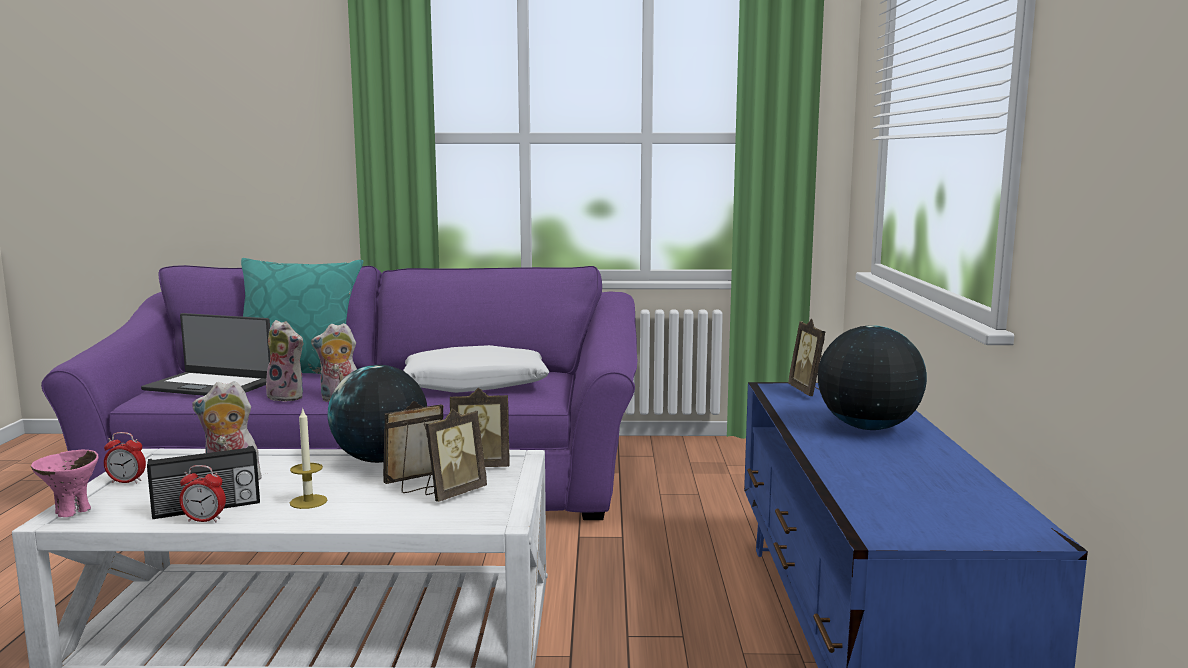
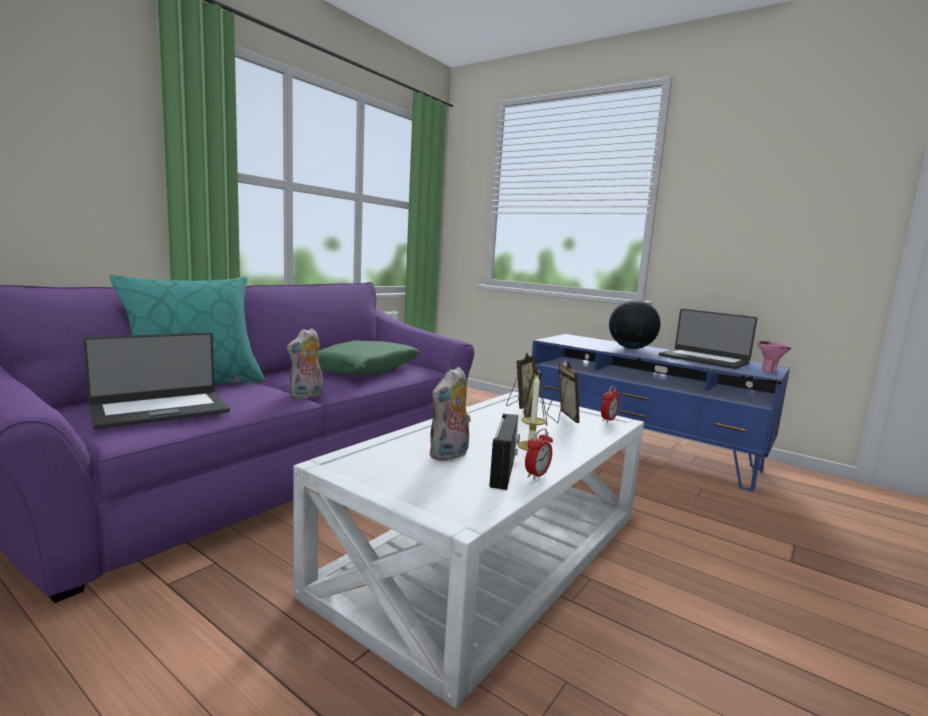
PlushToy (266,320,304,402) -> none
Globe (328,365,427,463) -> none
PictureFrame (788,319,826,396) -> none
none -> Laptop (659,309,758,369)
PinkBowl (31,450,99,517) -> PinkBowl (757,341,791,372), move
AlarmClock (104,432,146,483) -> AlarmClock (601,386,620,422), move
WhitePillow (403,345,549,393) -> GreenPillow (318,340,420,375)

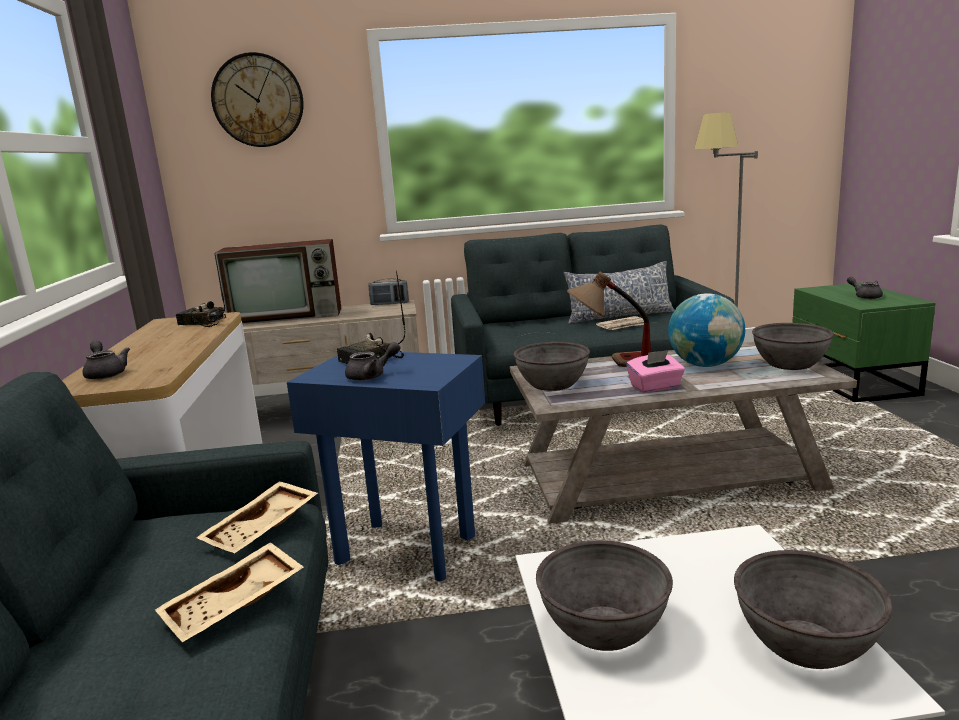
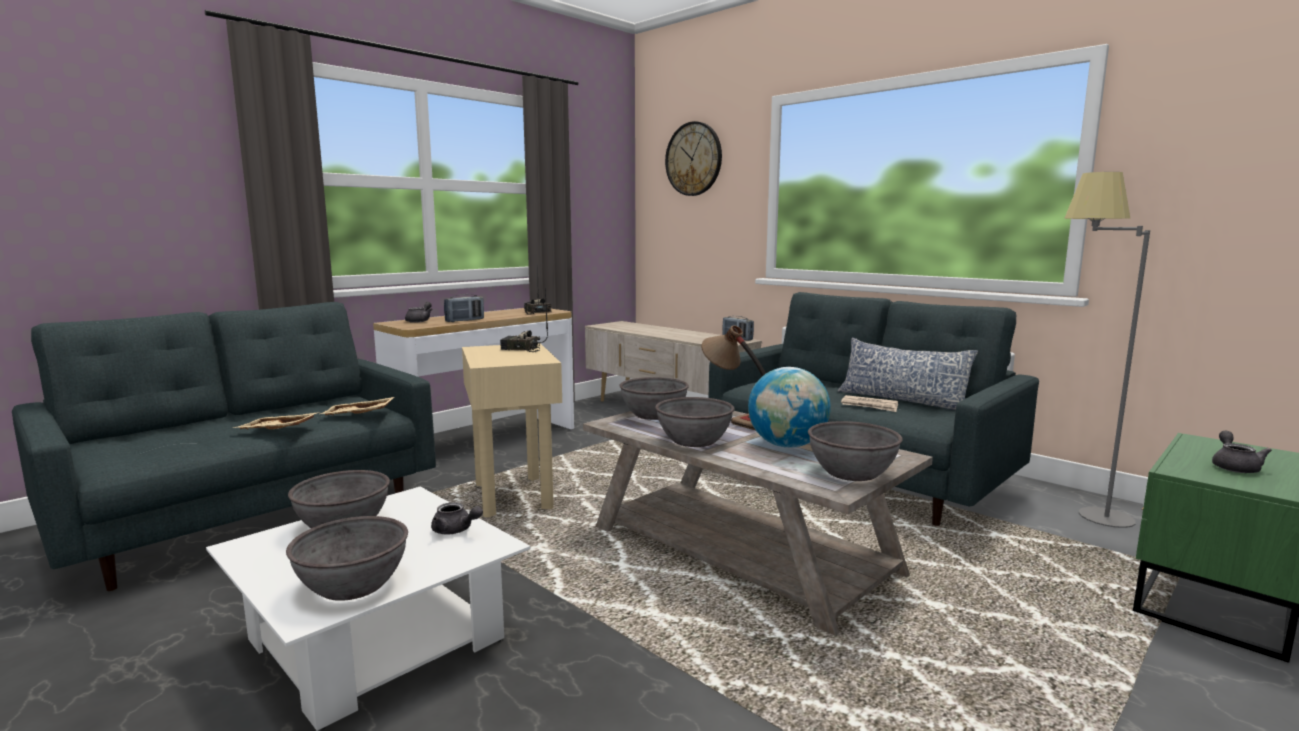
Television (215,239,341,325) -> none
none -> Radio (444,294,484,322)
GreyTeapot (345,342,400,381) -> GreyTeapot (431,502,483,535), move
PinkTissueBox (626,350,685,393) -> GreyBowl (655,397,734,447)
BlueSideTable (287,352,485,581) -> BeigeSideTable (462,343,562,517)

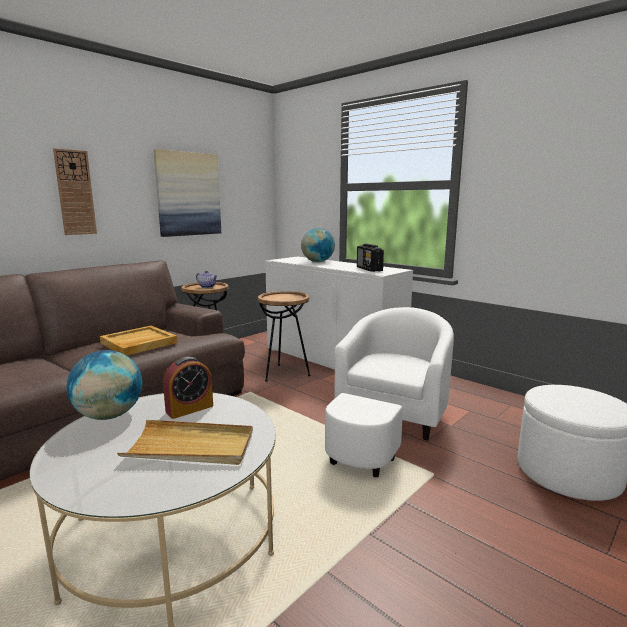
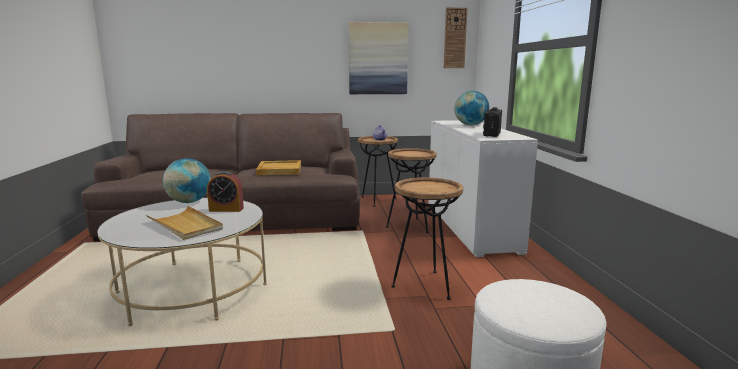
WallClock (53,148,97,235) -> WallClock (444,7,468,68), move
WhiteArmchair (325,307,454,477) -> BrownSideTable (391,177,463,300)

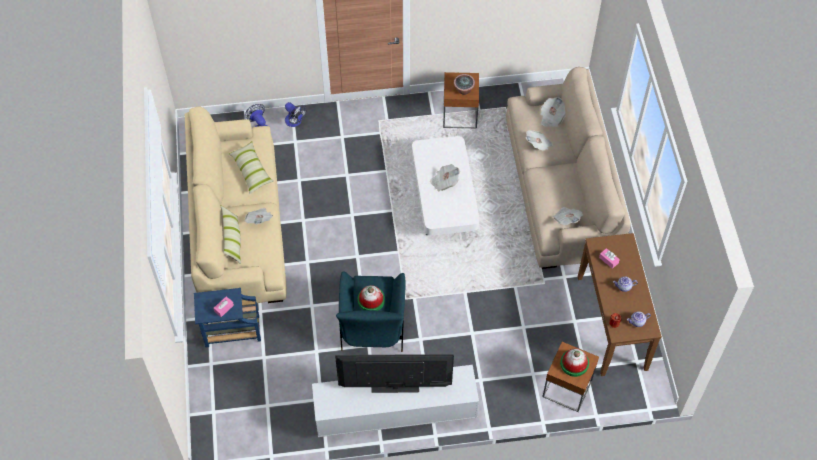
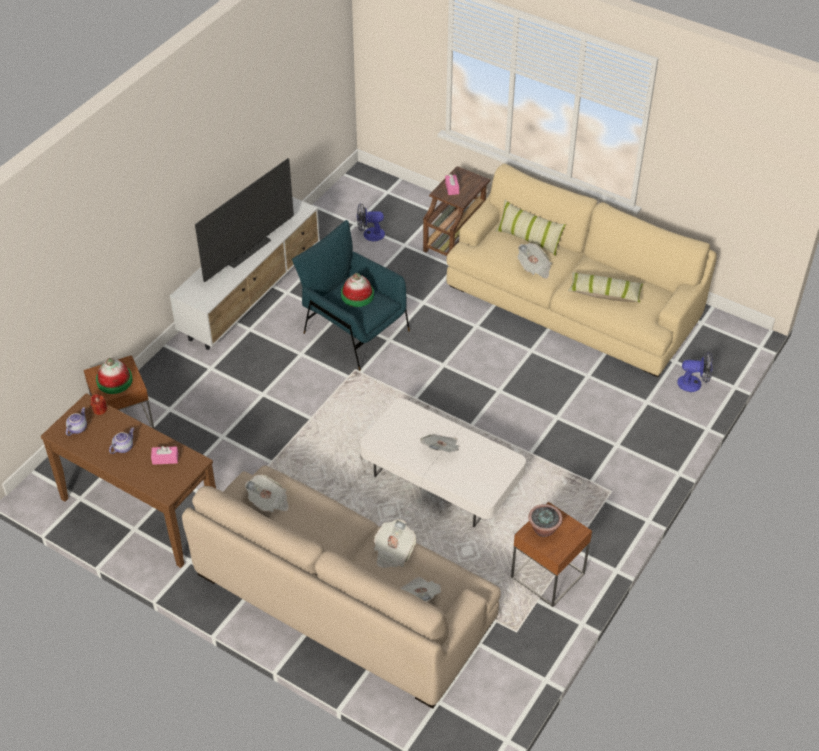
Fan (285,102,307,127) -> Fan (357,203,385,241), move
BlueSideTable (194,288,261,347) -> BrownSideTable (423,166,490,256)

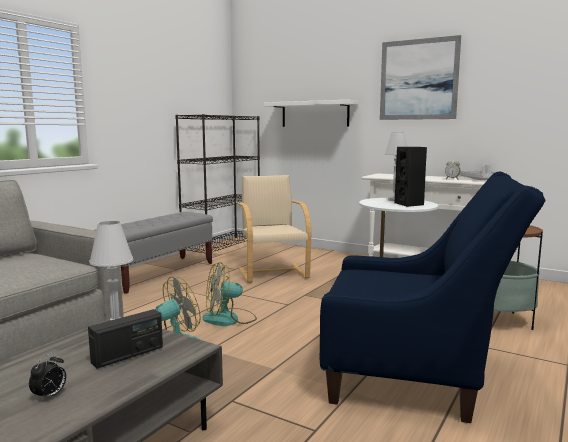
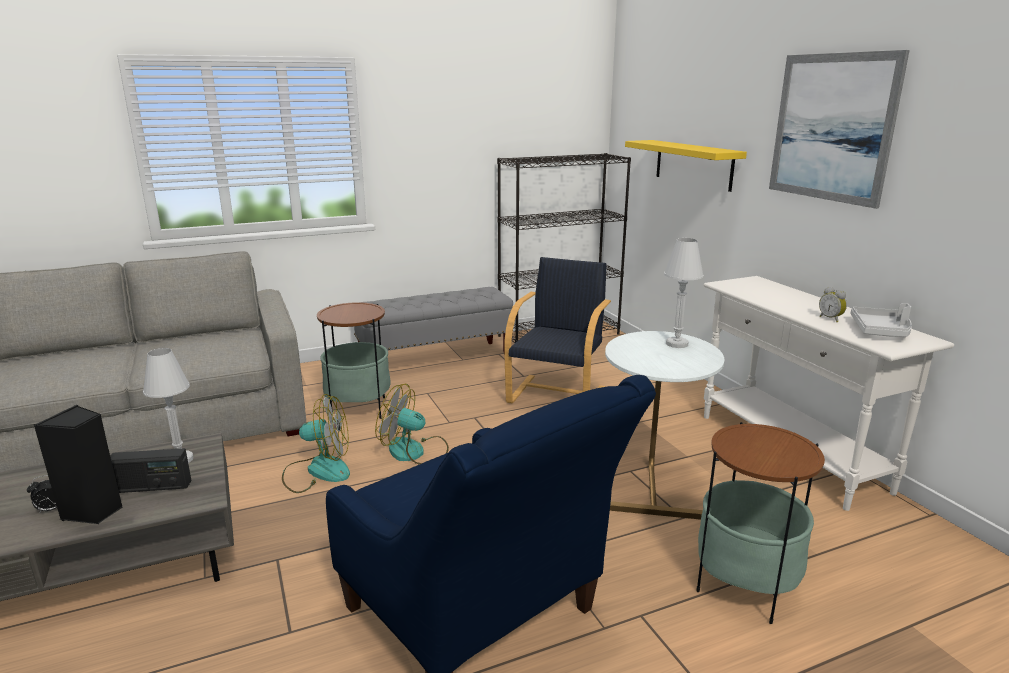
none -> SideTable (317,302,391,419)
BlackSpeaker (395,147,427,207) -> BlackSpeaker (34,405,123,524), move
BeigeArmchair (237,175,311,283) -> BlackArmchair (504,257,611,404)
WhiteShelf (264,100,358,127) -> YellowShelf (625,140,747,192)

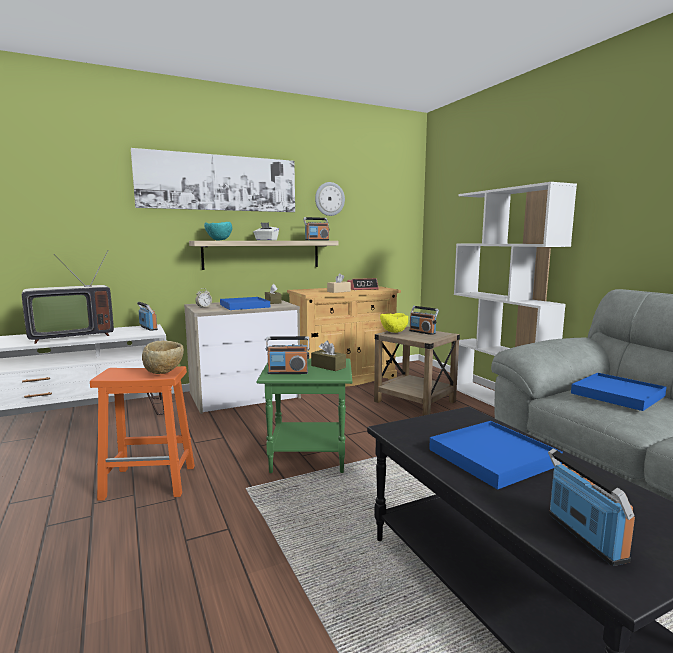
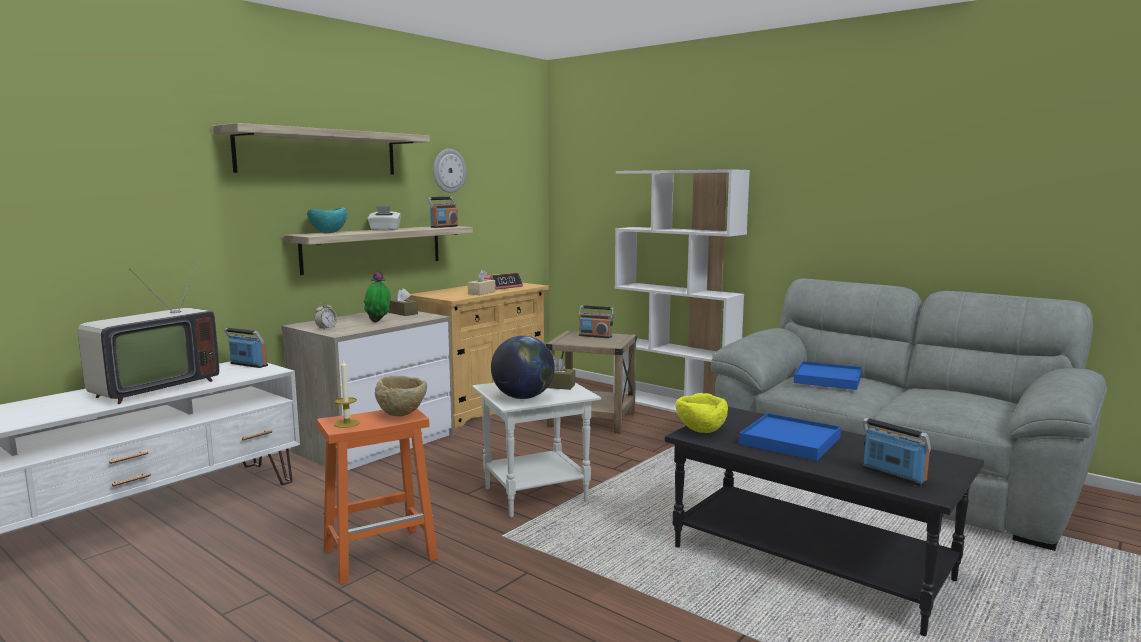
none -> Candle (334,359,360,428)
YellowBowl (380,313,408,333) -> YellowBowl (675,393,728,433), move
Picture (131,148,295,212) -> Shelf (213,123,430,175)
BlueTray (220,297,270,310) -> PottedPlant (364,271,390,322)
Radio (266,336,310,374) -> Globe (491,336,555,399)
GreenSideTable (256,359,352,473) -> WhiteSideTable (472,383,601,517)

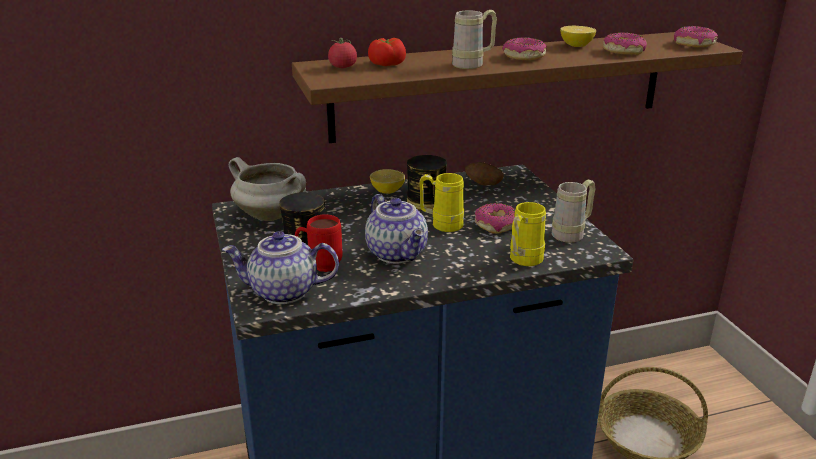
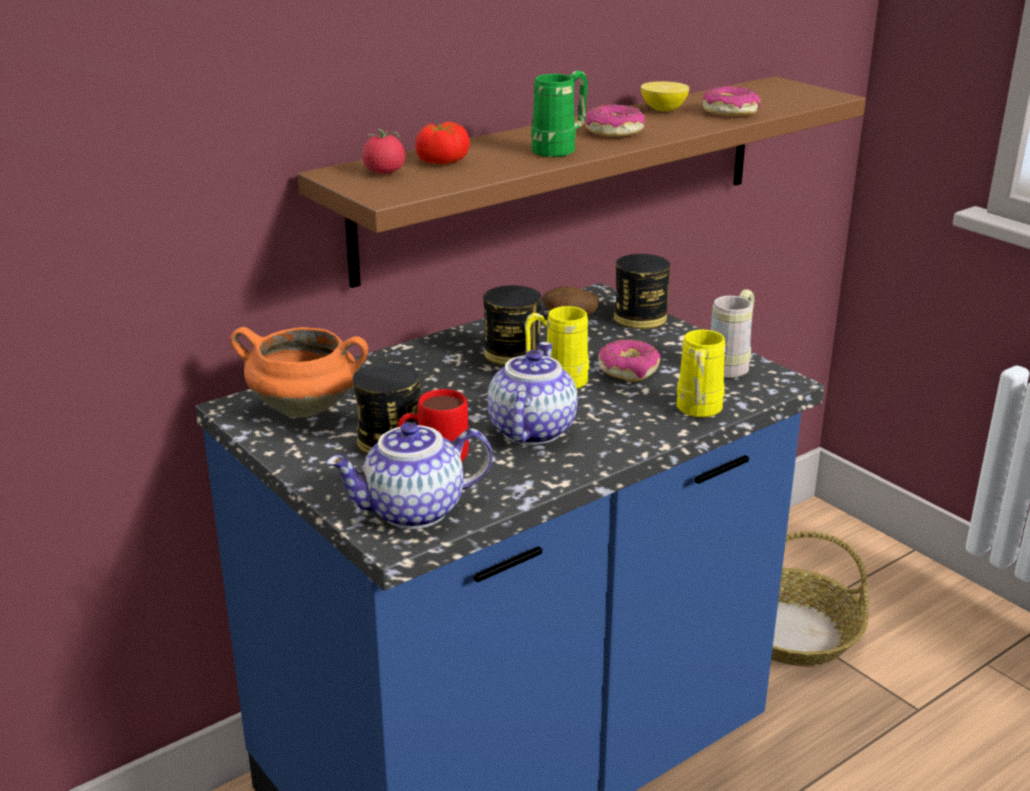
Lemon (370,169,405,194) -> none
Donut (674,26,718,47) -> none
none -> Can (614,254,670,329)
WhiteCookingPot (229,157,306,221) -> OrangeCookingPot (230,327,368,418)
BeigeMug (452,10,497,69) -> GreenMug (531,71,588,157)
Teapot (365,194,428,264) -> Teapot (487,342,578,445), 120 degrees counterclockwise

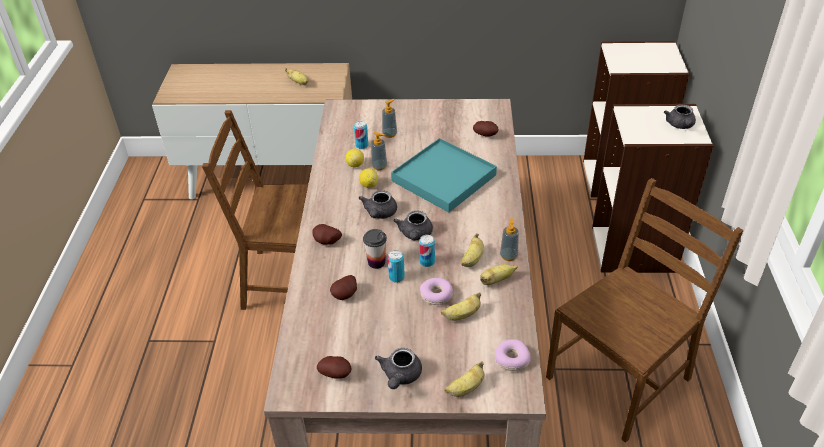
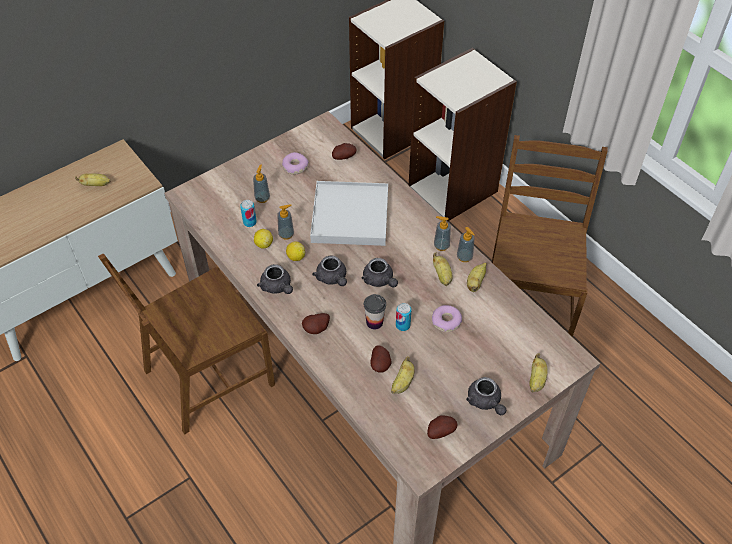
Can (419,235,435,267) -> none
none -> SoapDispenser (434,216,451,251)
Banana (441,292,481,321) -> Banana (391,356,415,394), move
Donut (495,339,531,371) -> Donut (282,152,309,174), move
GreyTeapot (664,104,696,129) -> GreyTeapot (257,264,293,294), move
TurquoiseTray (391,138,497,213) -> WhiteTray (310,181,388,246)

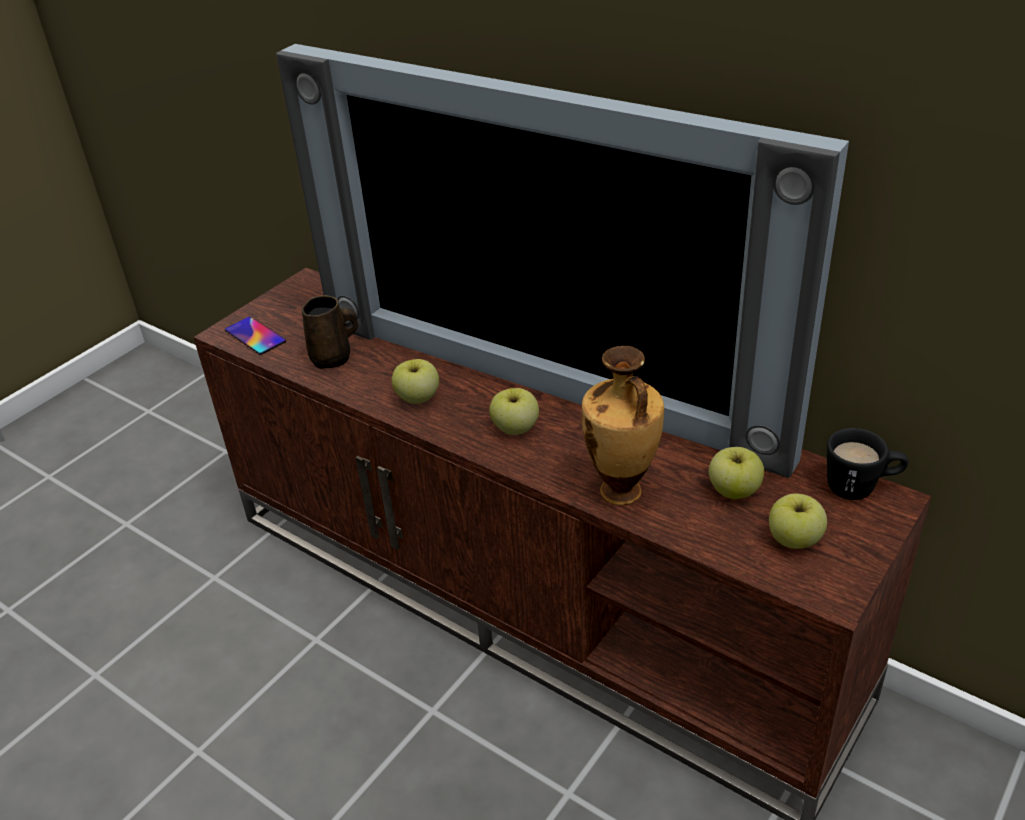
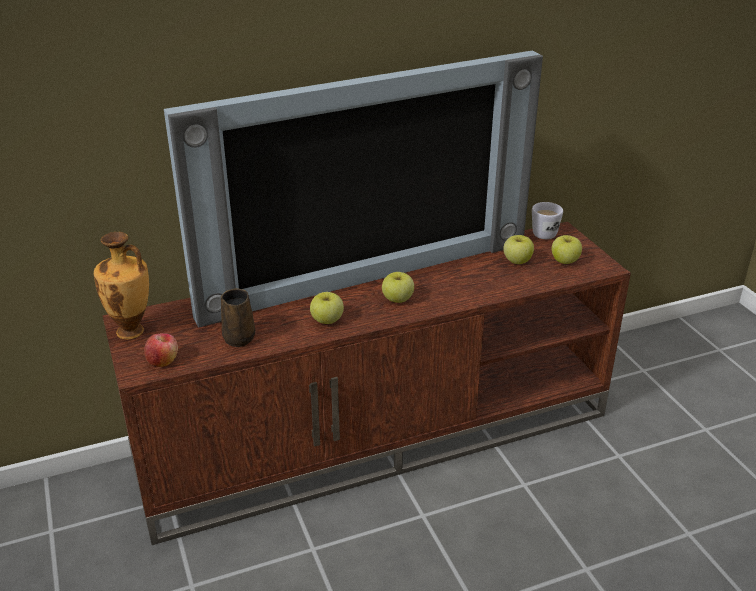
Vase (582,346,664,505) -> Vase (94,232,149,340), move
Phone (225,317,286,355) -> Apple (144,333,178,367)
BlackMug (827,428,908,500) -> WhiteMug (532,202,563,239)

